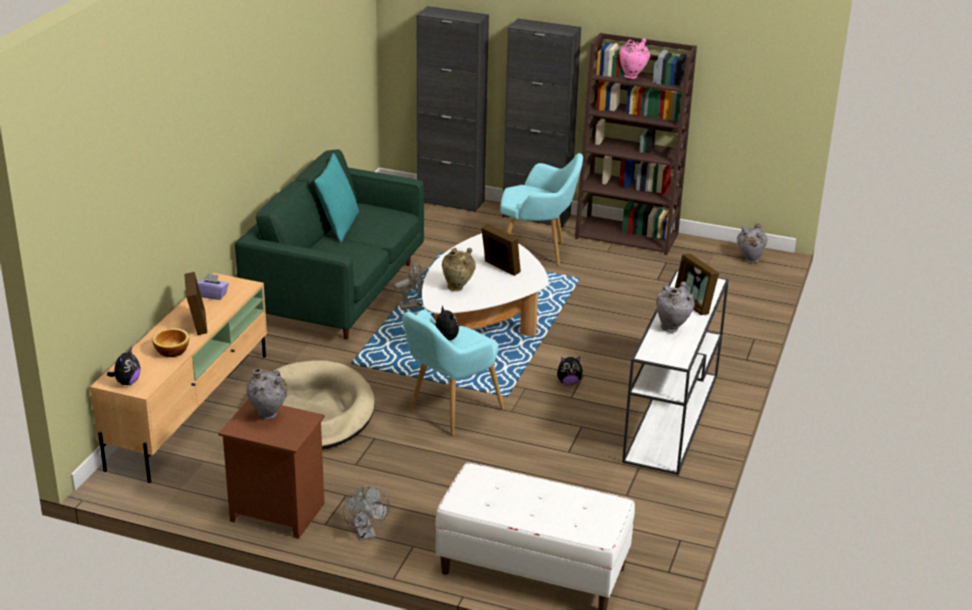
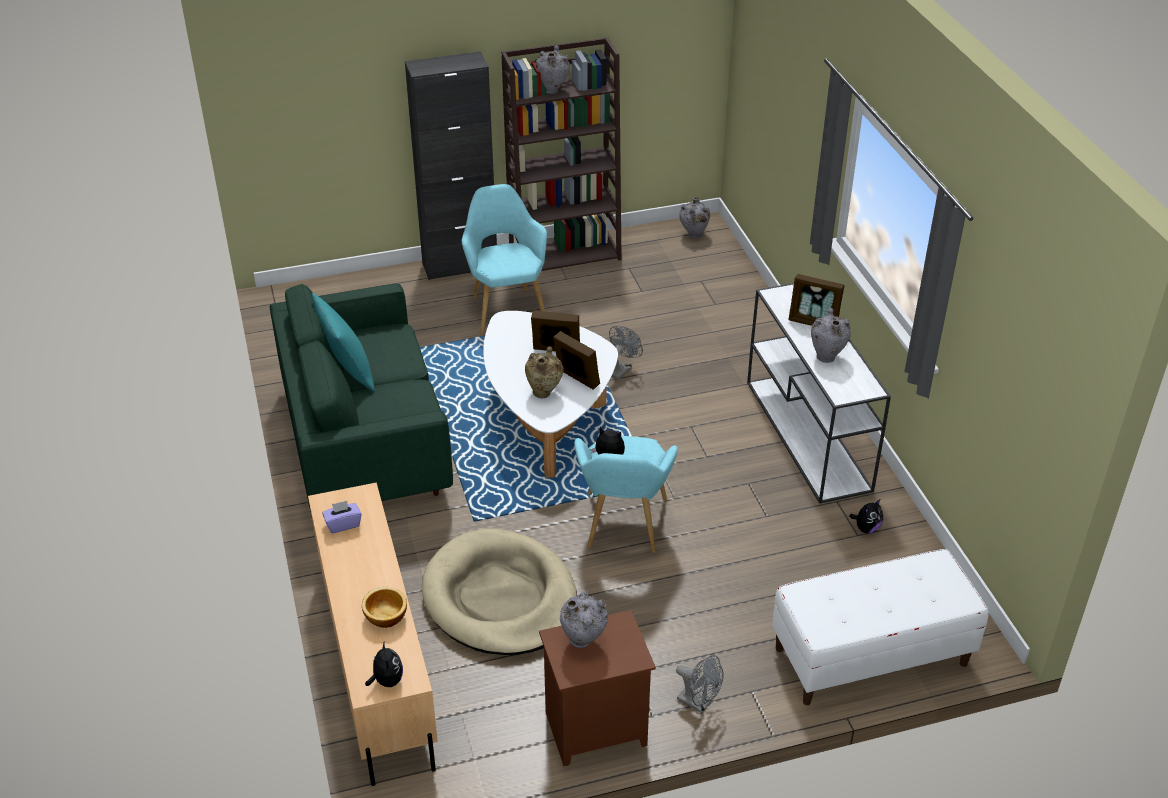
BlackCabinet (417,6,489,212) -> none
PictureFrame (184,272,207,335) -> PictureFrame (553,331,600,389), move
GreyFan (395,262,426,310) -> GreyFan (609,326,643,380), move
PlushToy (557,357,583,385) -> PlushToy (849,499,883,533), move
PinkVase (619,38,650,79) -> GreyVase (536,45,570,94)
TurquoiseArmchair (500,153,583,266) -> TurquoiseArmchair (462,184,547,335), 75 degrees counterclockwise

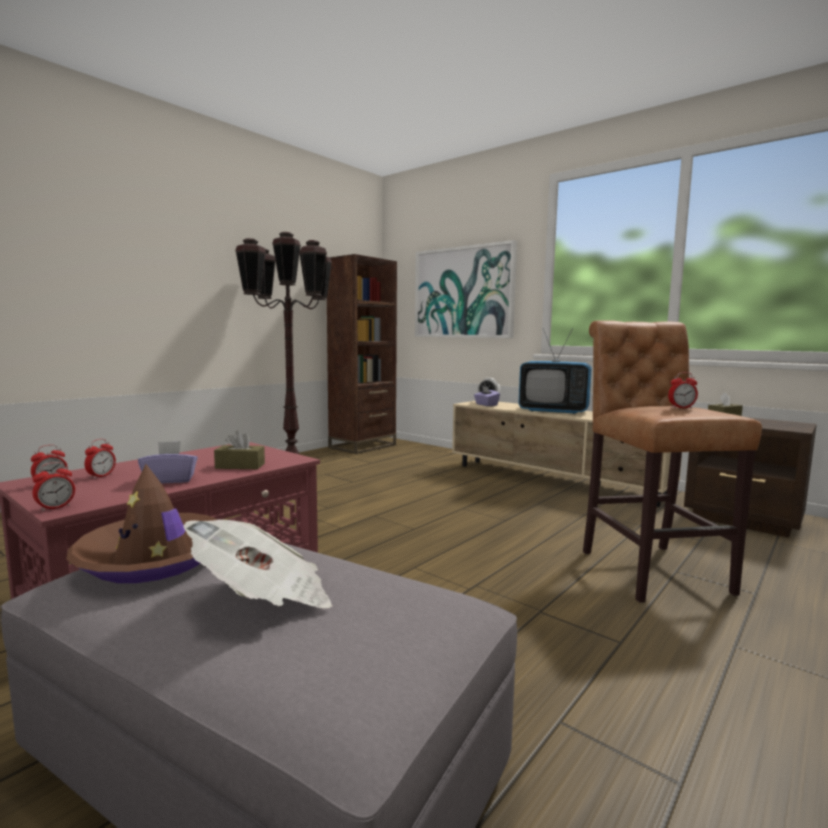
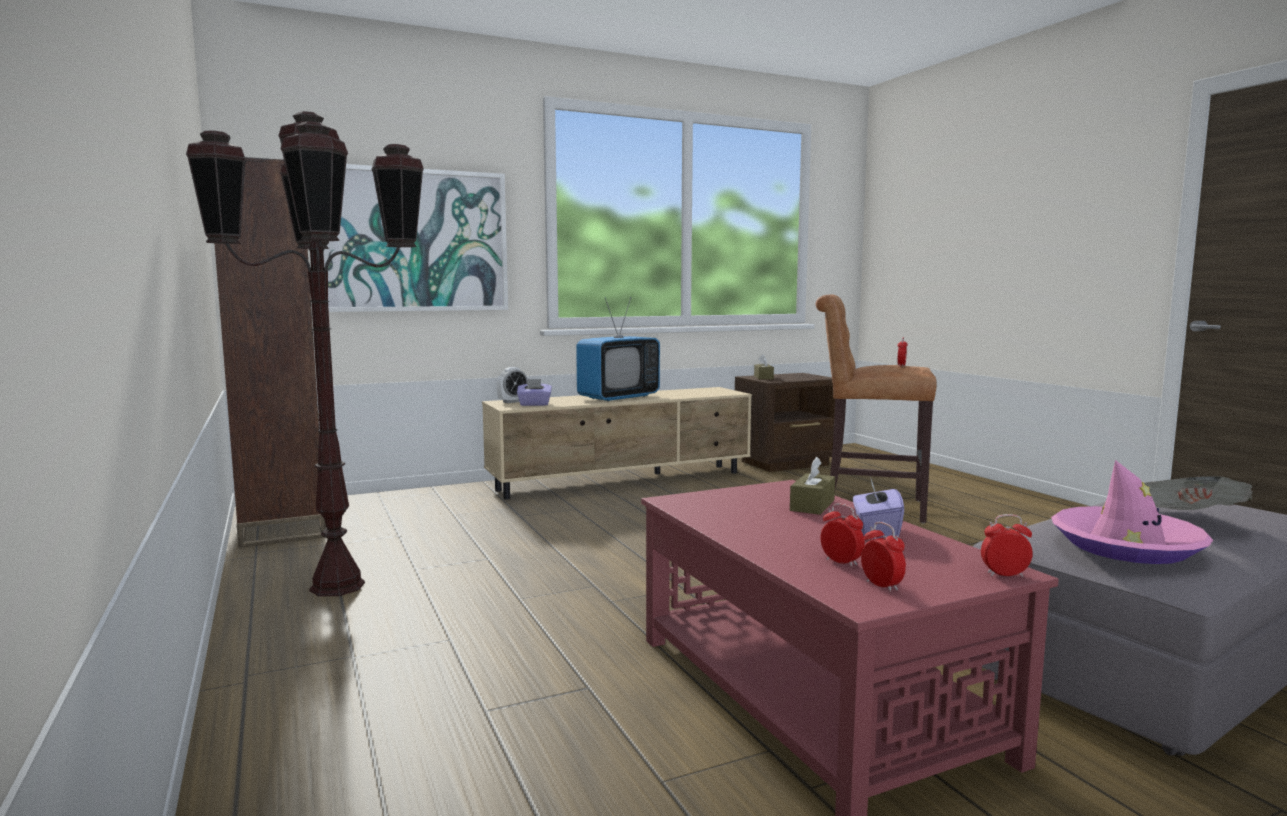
BrownHat (66,464,218,583) -> PinkHat (1051,460,1213,564)
AlarmClock (32,462,75,512) -> AlarmClock (981,514,1033,577), 60 degrees counterclockwise

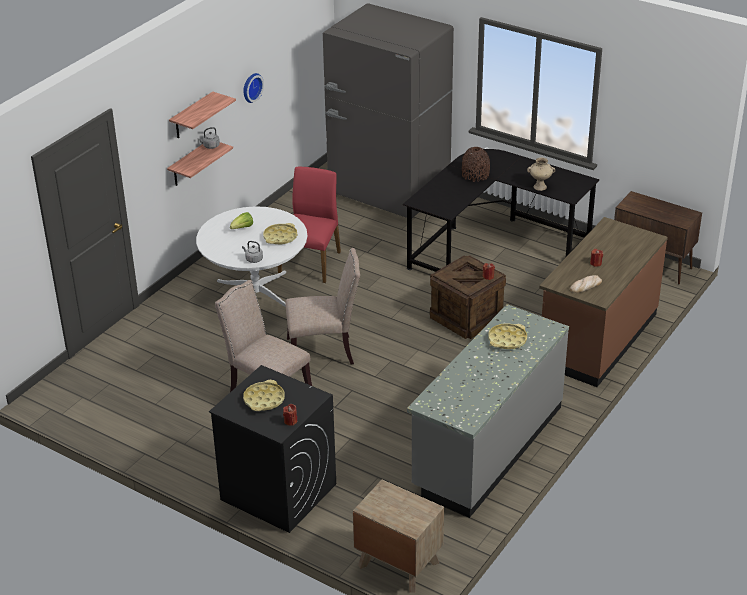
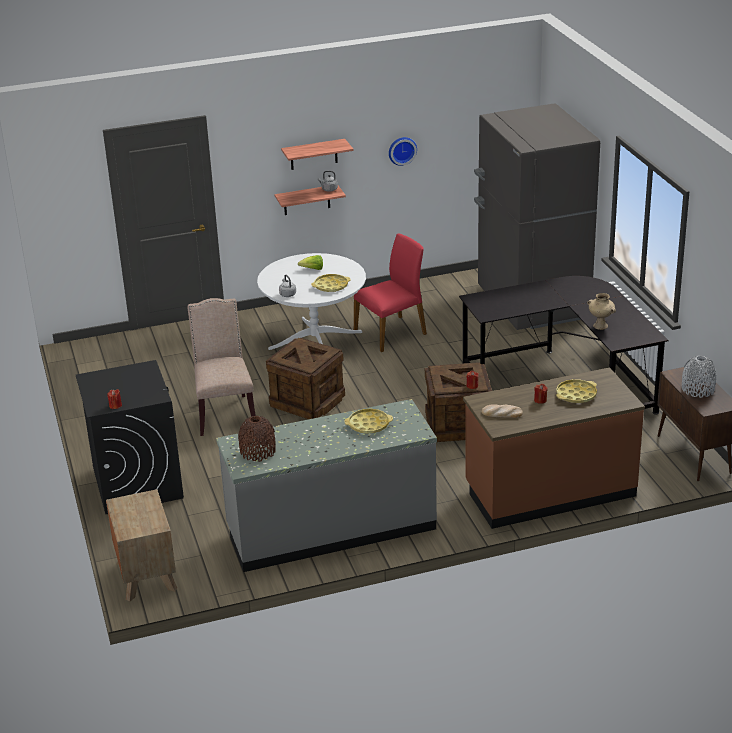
none -> GreyVase (682,356,716,398)
YellowTray (243,380,285,411) -> YellowTray (556,379,597,403), move
BrownVase (462,147,490,182) -> BrownVase (238,416,276,462), move
BeigeChair (285,248,360,364) -> Crate (266,338,345,419)

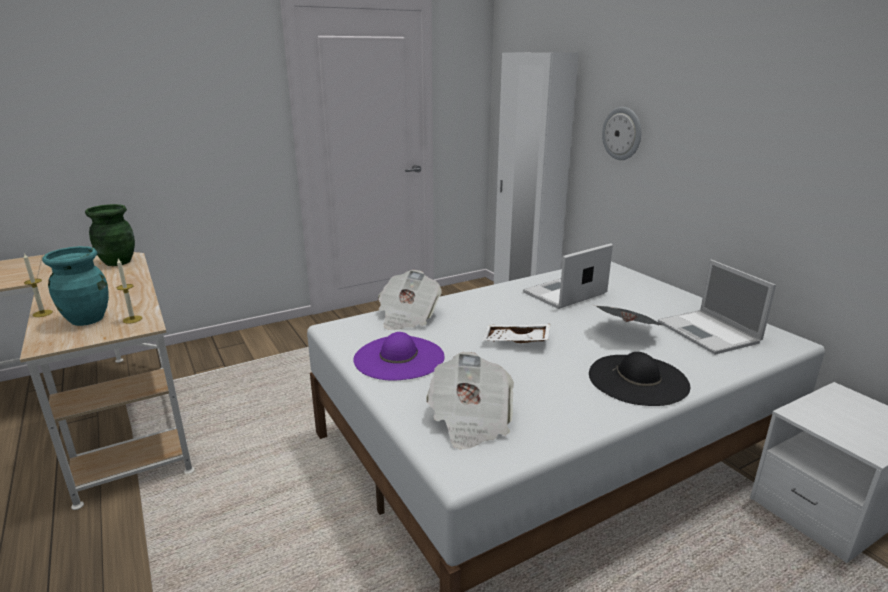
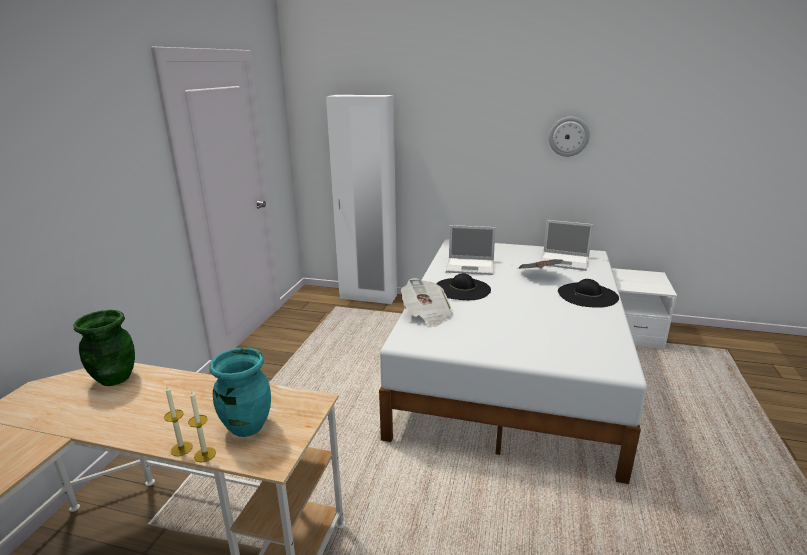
PurpleHat (353,332,444,380) -> none
Newspaper (426,352,514,450) -> none
WhiteTray (482,324,550,343) -> none
none -> BlackHat (436,273,491,300)
Candle (117,259,142,324) -> Candle (188,390,216,462), move
WallClock (602,107,641,160) -> WallClock (549,117,590,157), move
Laptop (523,243,613,309) -> Laptop (446,225,496,275), 90 degrees counterclockwise

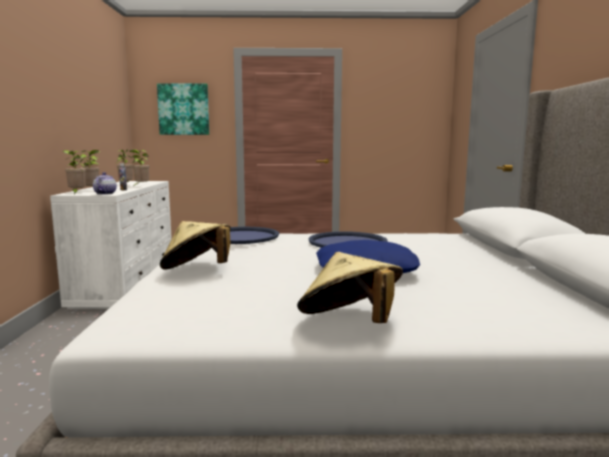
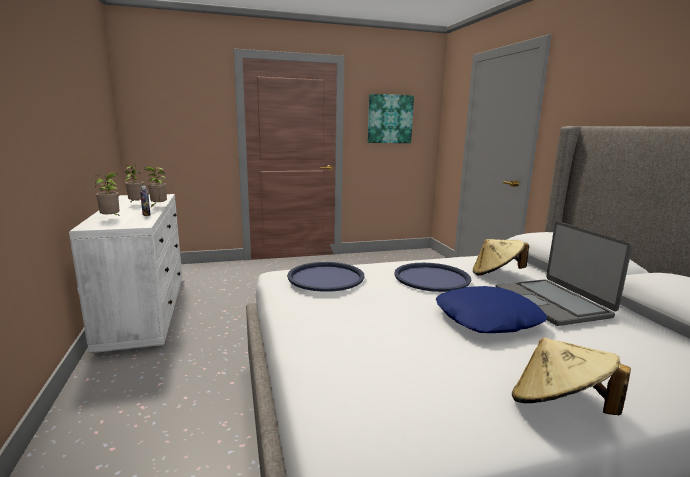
PottedPlant (63,150,86,194) -> none
Teapot (93,172,117,195) -> none
none -> Laptop (496,221,632,326)
Picture (157,83,209,135) -> Picture (368,94,414,143), move
BeigeHat (160,221,231,270) -> BeigeHat (473,239,529,276), move

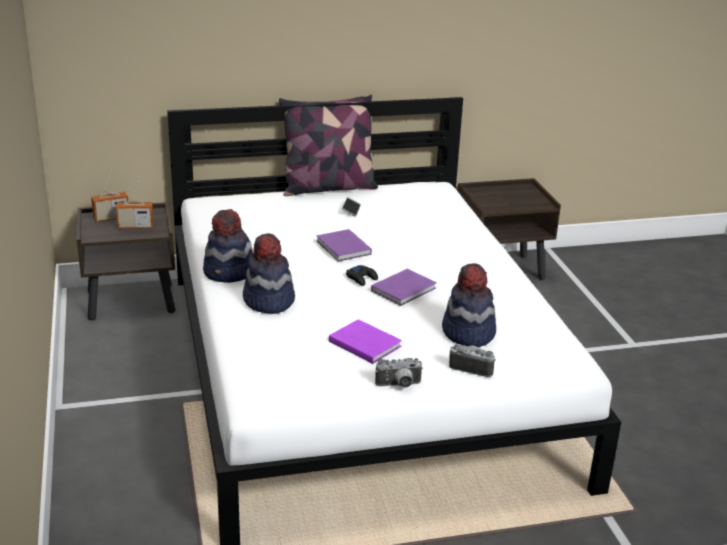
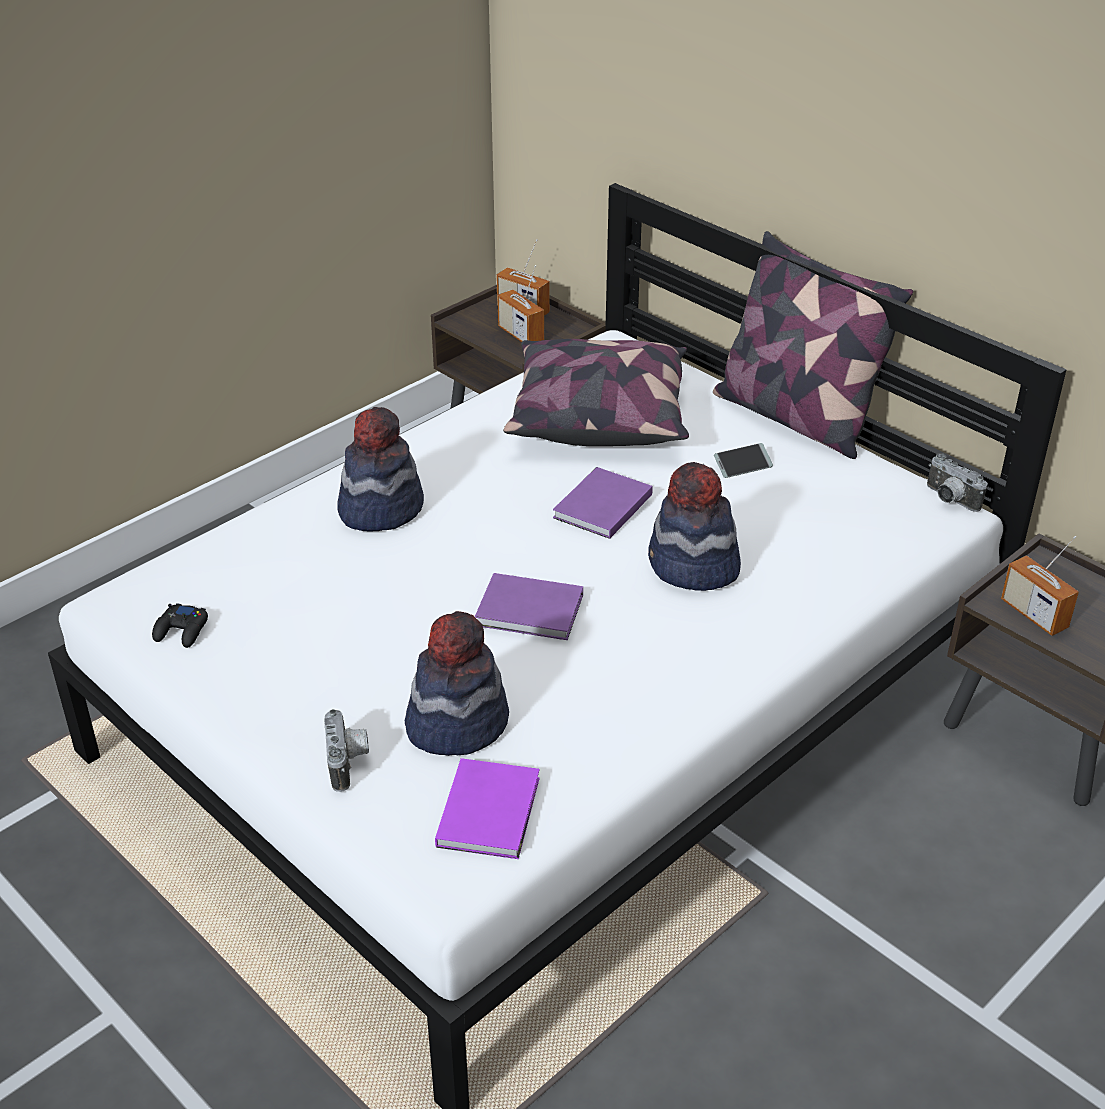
none -> Pillow (503,339,689,446)
none -> Radio (1001,536,1079,636)
Hat (203,209,253,283) -> Hat (648,462,741,591), move
PurpleBook (329,319,402,364) -> PurpleBook (435,758,540,859), move
BlackGameController (346,265,378,286) -> BlackGameController (152,603,208,648), move
PhotoCamera (375,358,423,388) -> PhotoCamera (927,453,988,512), move

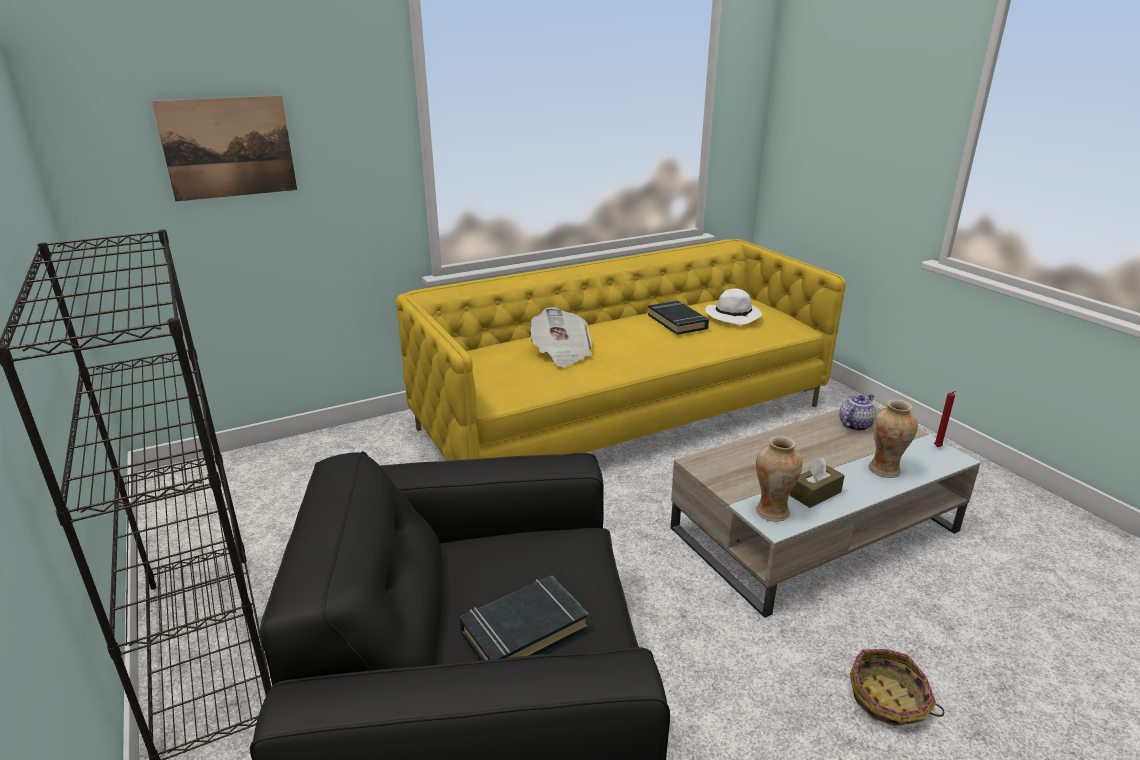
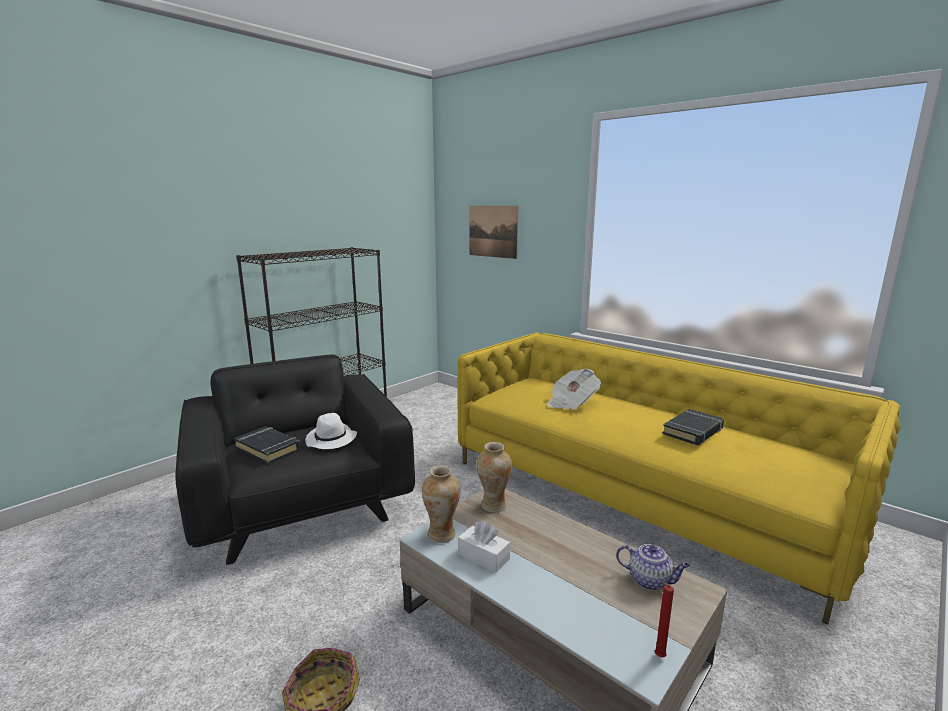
WhiteHat (705,288,762,325) -> WhiteHat (305,413,357,449), move
Vase (869,399,918,478) -> Vase (477,442,512,512), move
BrownTissueBox (790,458,845,508) -> WhiteTissueBox (458,521,510,573)

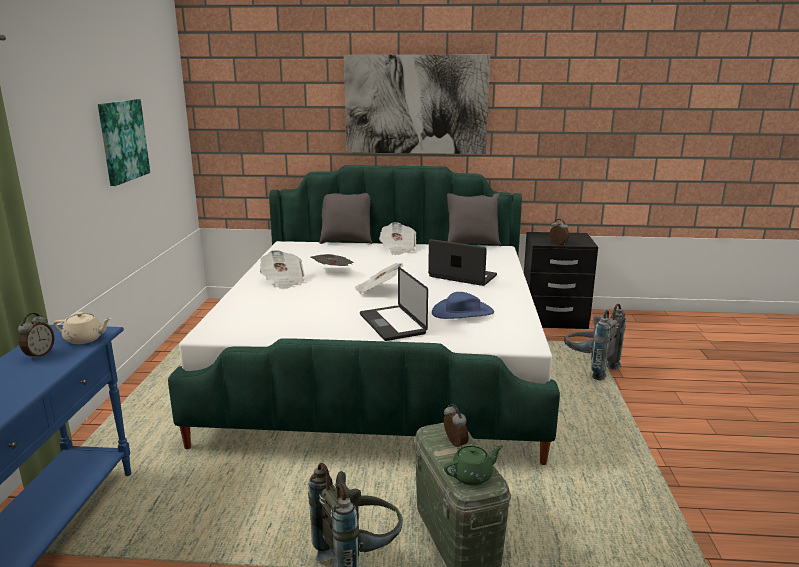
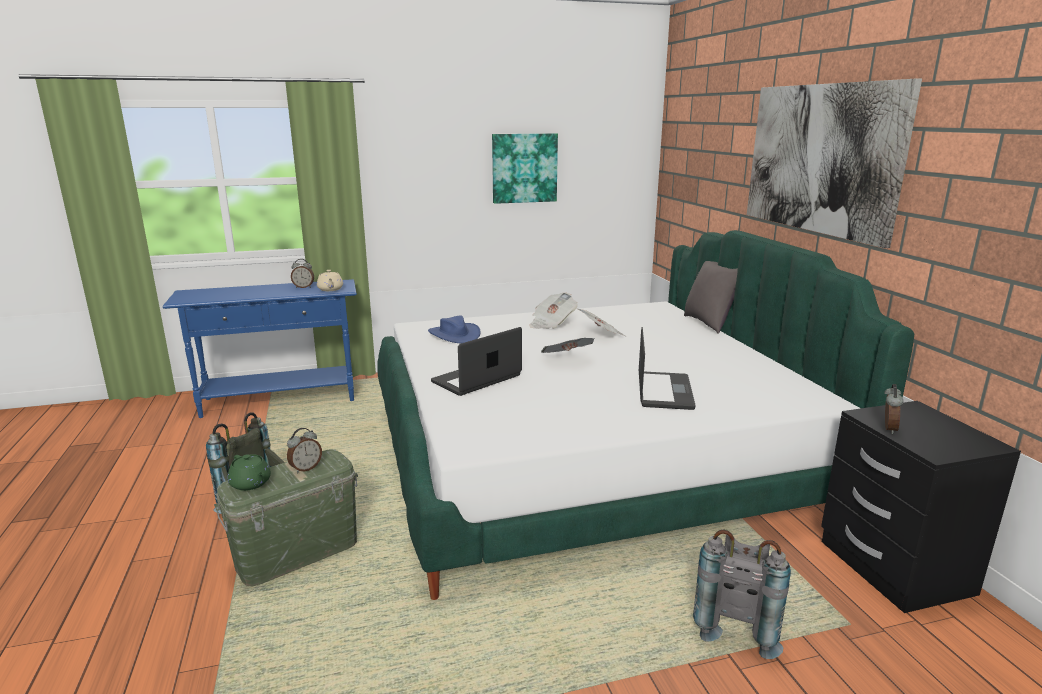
Newspaper (379,222,416,255) -> none
GreyPillow (446,193,501,246) -> none
BlueHat (432,292,494,319) -> BlueHat (428,316,481,343), move

